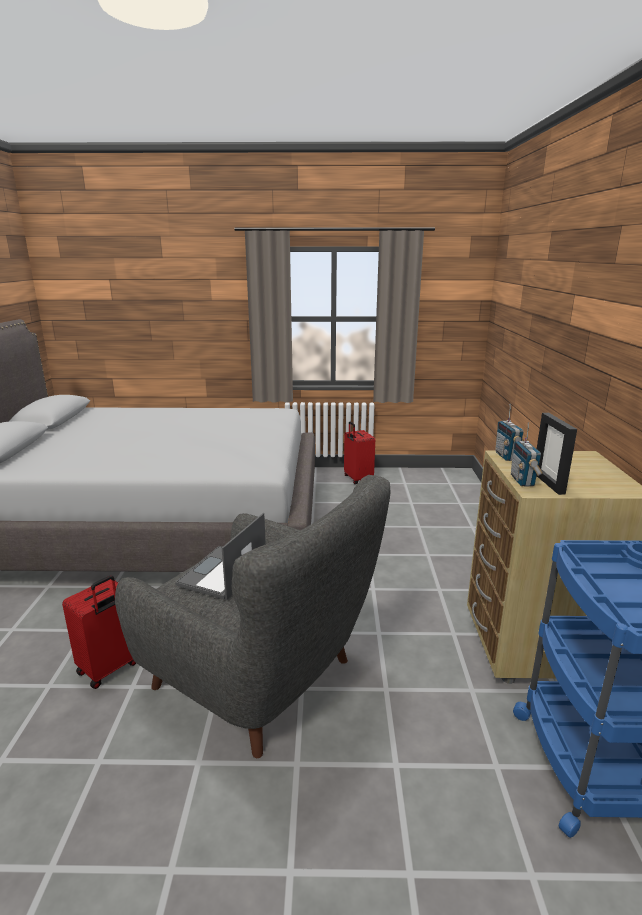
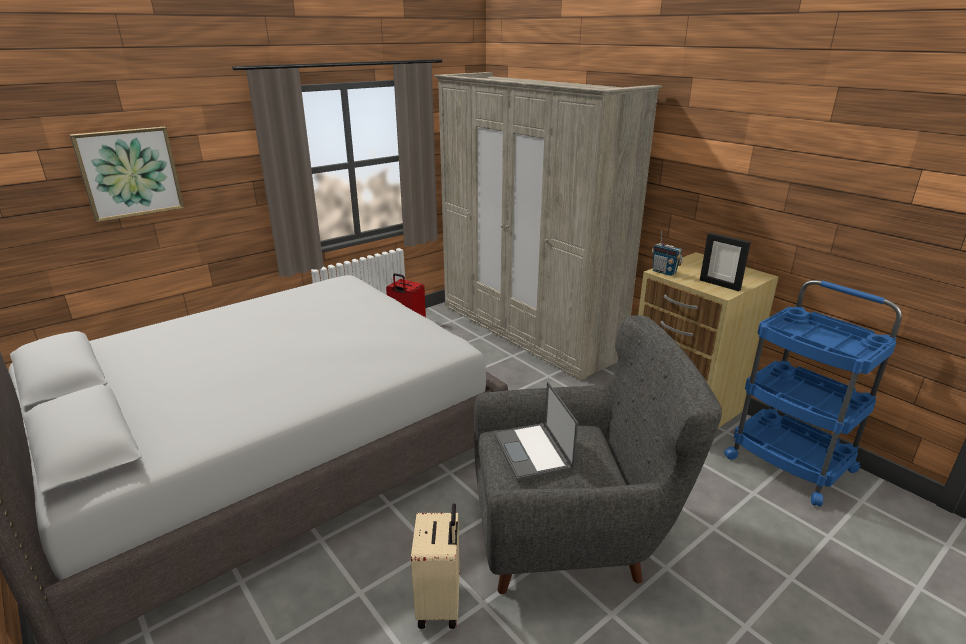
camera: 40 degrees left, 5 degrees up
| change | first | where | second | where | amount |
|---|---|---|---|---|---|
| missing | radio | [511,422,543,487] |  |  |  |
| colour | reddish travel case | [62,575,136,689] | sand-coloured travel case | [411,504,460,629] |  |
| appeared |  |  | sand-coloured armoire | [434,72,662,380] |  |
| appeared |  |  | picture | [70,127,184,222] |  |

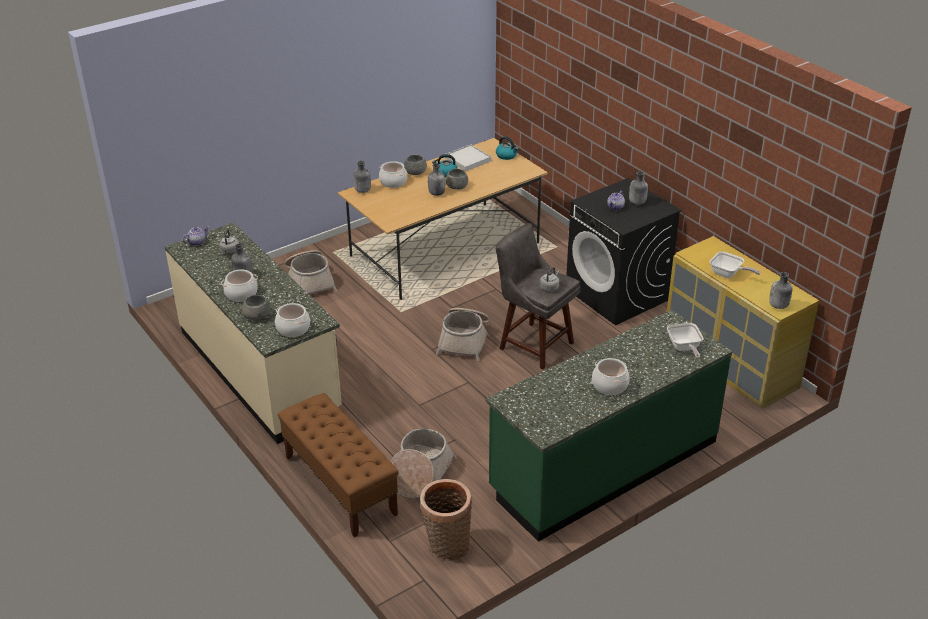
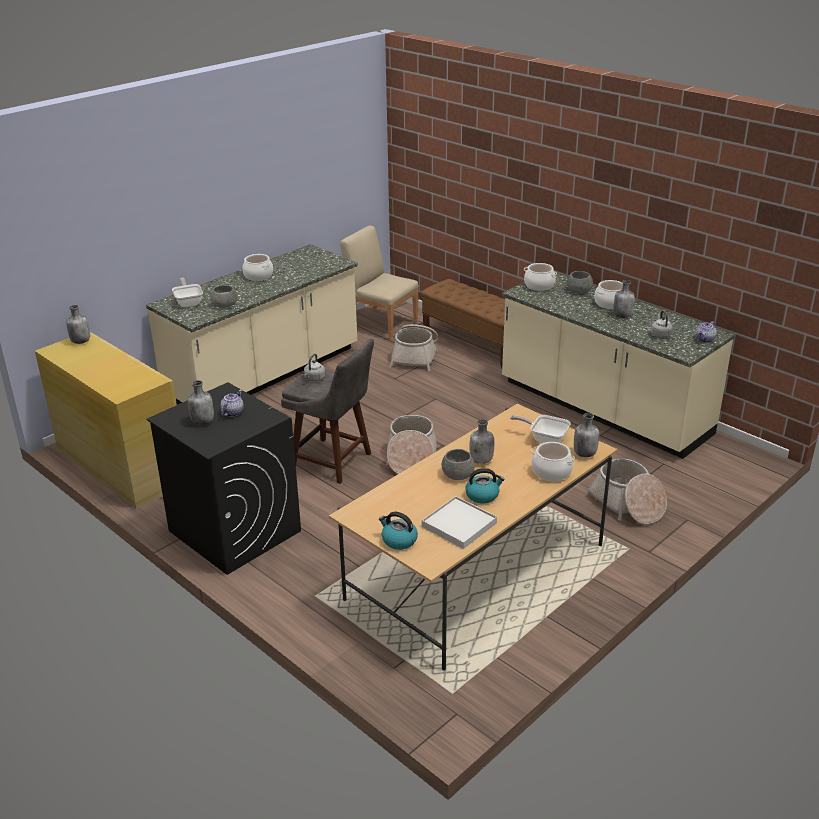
camera: 170 degrees right, 5 degrees down
| change | first | where | second | where | amount |
|---|---|---|---|---|---|
| relocated | greyish bowl | [404,154,427,175] |  | [211,285,237,308] |  |
| relocated | pan | [710,251,760,278] |  | [510,415,571,443] |  |
| colour | green kitchen counter | [486,310,732,542] | sand-coloured kitchen counter | [146,244,358,405] |  |
| exchanged | storage basket | [420,479,472,560] | sand-coloured upright chair | [340,225,419,340] |  |

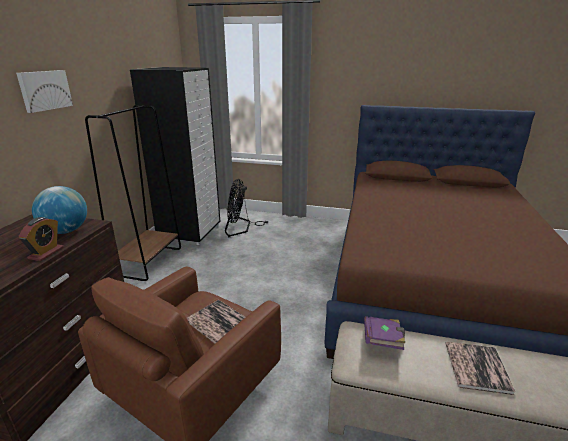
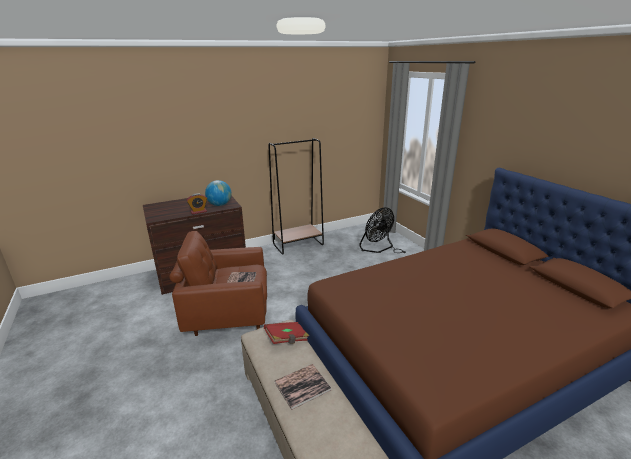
camera: 50 degrees right, 0 degrees up
| change | first | where | second | where | amount |
|---|---|---|---|---|---|
| missing | armoire | [130,67,220,246] |  |  |  |
| missing | picture | [16,70,73,113] |  |  |  |
| colour | purple bound book | [364,316,405,350] | reddish bound book | [264,322,309,344] |  |

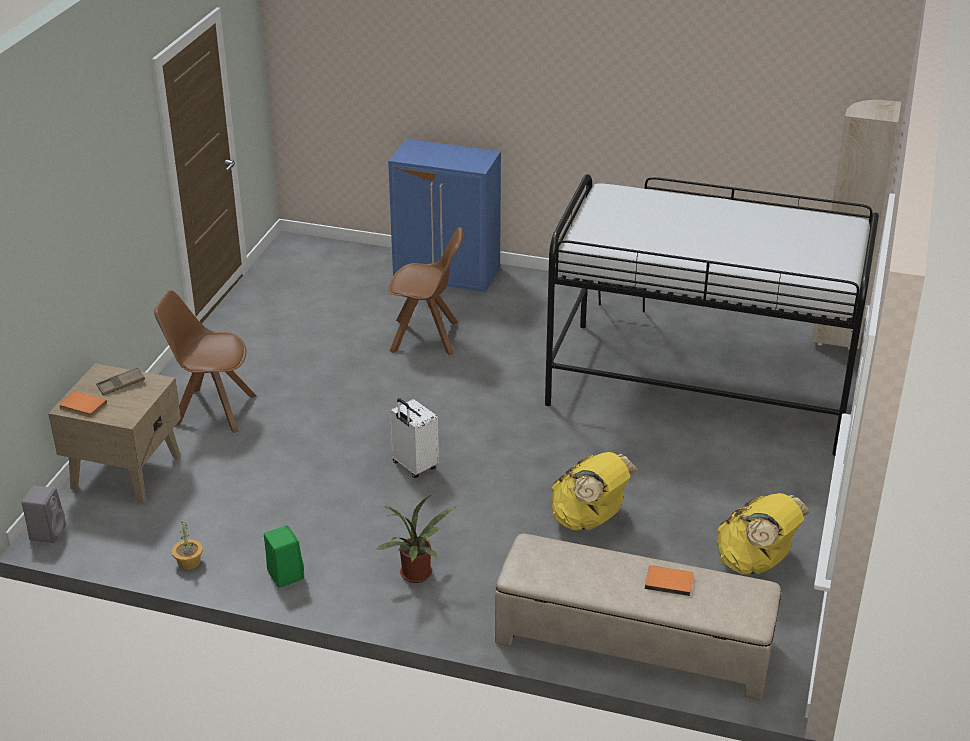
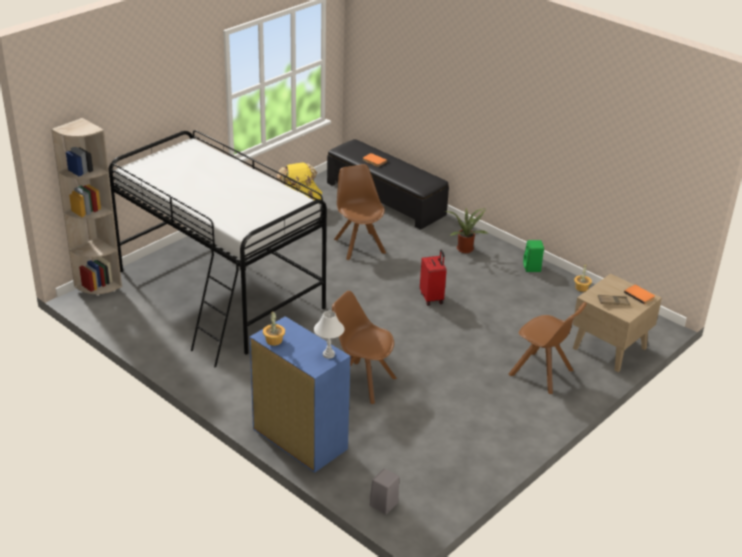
camera: 155 degrees left, 0 degrees up
| change | first | where | second | where | amount |
|---|---|---|---|---|---|
| colour | whitish travel case | [390,398,439,478] | reddish travel case | [420,250,447,306] |  |
| exchanged | yellow knapsack | [551,452,638,531] | brownish upright chair | [334,164,386,260] |  |
| relocated | greyish audio speaker | [22,486,66,543] |  | [370,468,400,514] |  |
| colour | sand-coloured bench | [495,533,781,700] | blackish bench | [327,139,449,230] |  |
| appeared |  |  | potted plant | [263,311,285,346] |  |
| appeared |  |  | whitish tabletop lamp | [314,311,345,359] |  |

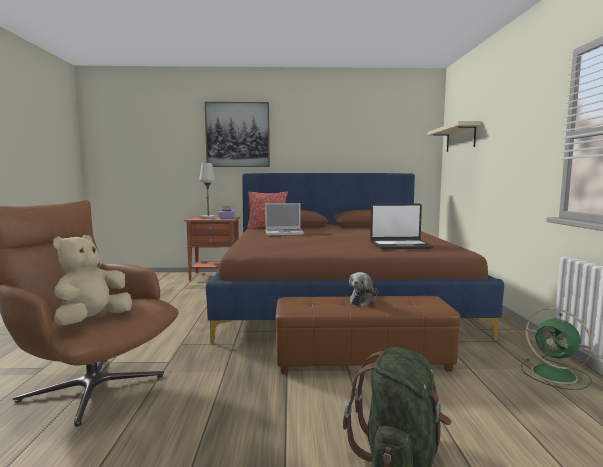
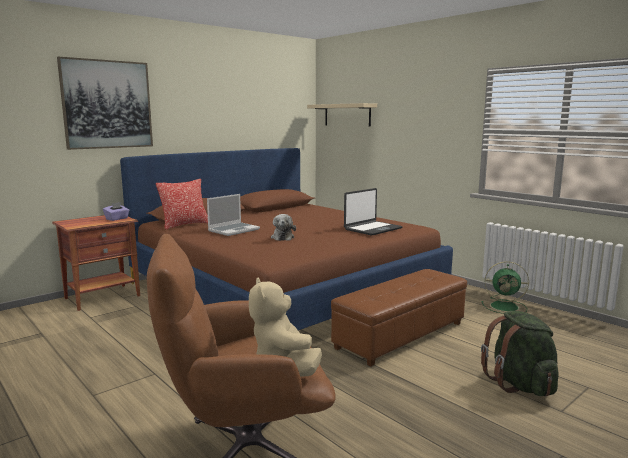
camera: 40 degrees left, 5 degrees up
| change | first | where | second | where | amount |
|---|---|---|---|---|---|
| missing | whitish tabletop lamp | [199,163,218,219] |  |  |  |
| relocated | plush toy | [349,272,378,307] |  | [271,214,296,241] |  |

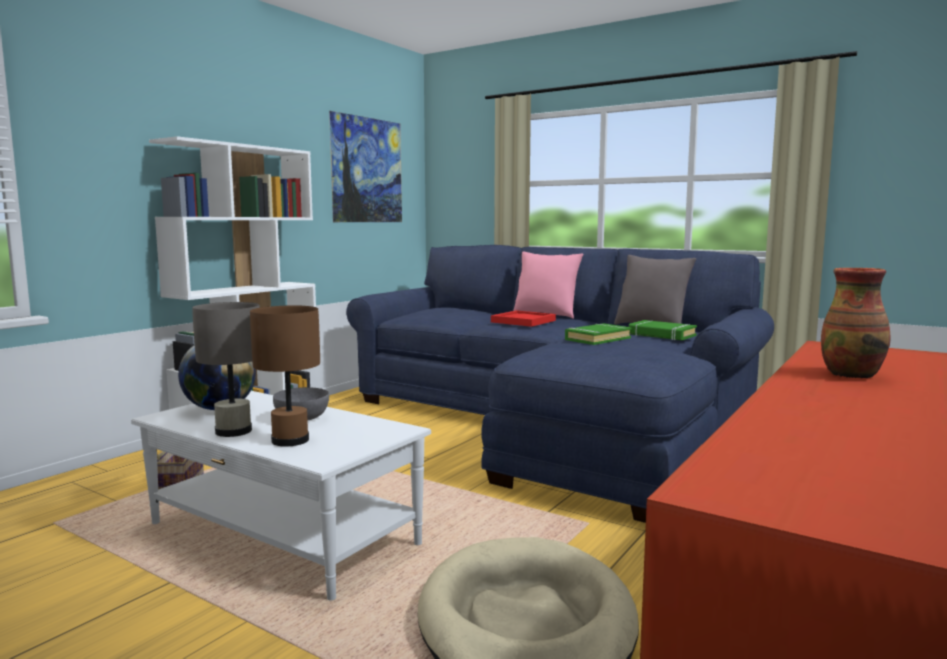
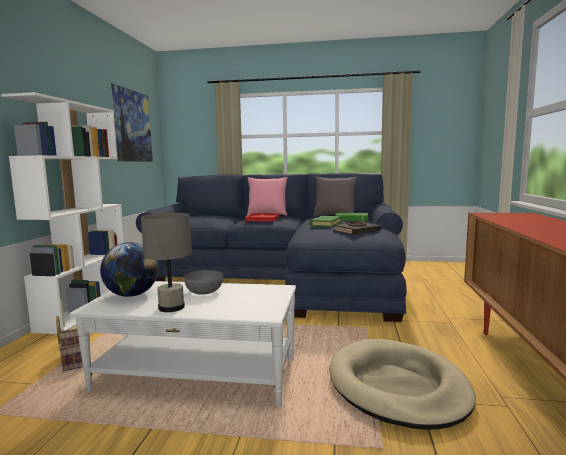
camera: 25 degrees left, 0 degrees up
| change | first | where | second | where | amount |
|---|---|---|---|---|---|
| missing | vase | [821,268,891,379] |  |  |  |
| missing | brownish tabletop lamp | [250,305,320,447] |  |  |  |
| appeared |  |  | blackish bound book | [334,222,382,235] |  |

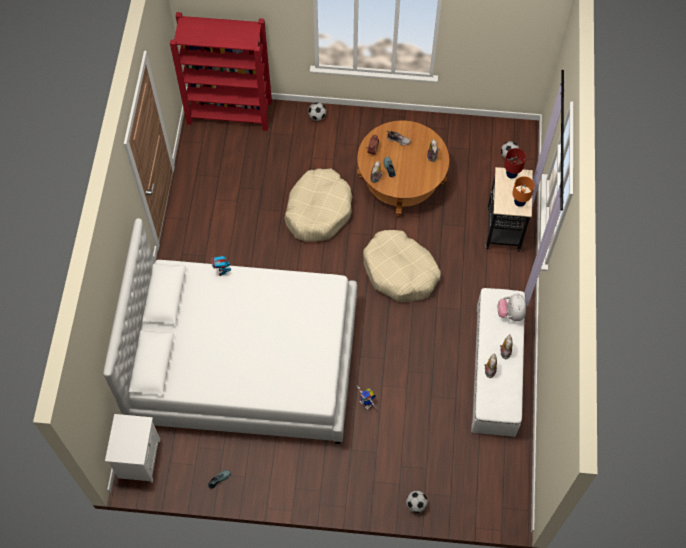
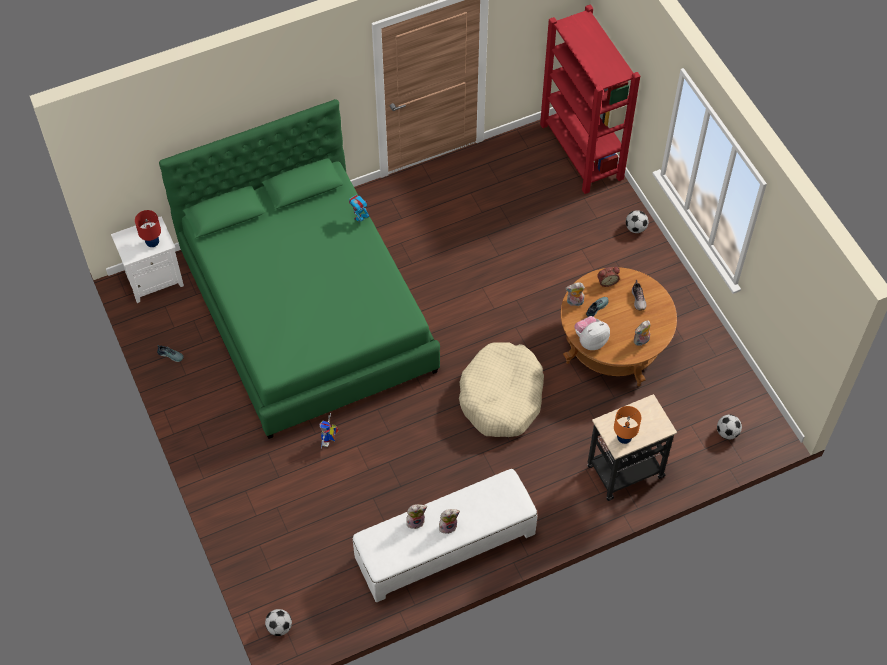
camera: 60 degrees right, 5 degrees down
| change | first | where | second | where | amount |
|---|---|---|---|---|---|
| relocated | reddish tabletop lamp | [504,148,526,179] |  | [135,210,161,247] |  |
| missing | sand-coloured dog bed | [284,168,353,242] |  |  |  |
| colour | whitish bed | [103,218,357,444] | green bed | [159,99,440,439] |  |
| relocated | plush toy | [498,294,526,321] |  | [574,316,610,350] |  |
| relocated | football ball | [406,491,428,513] |  | [265,609,292,636] |  |

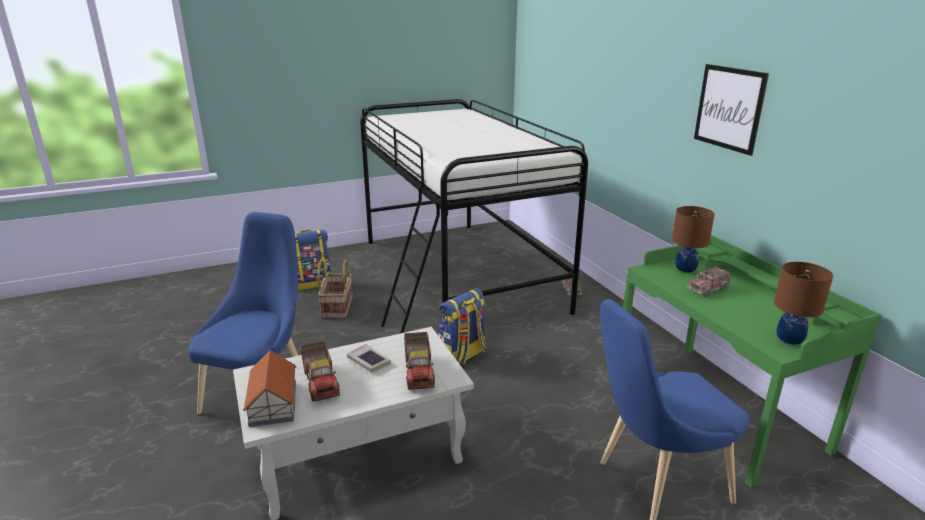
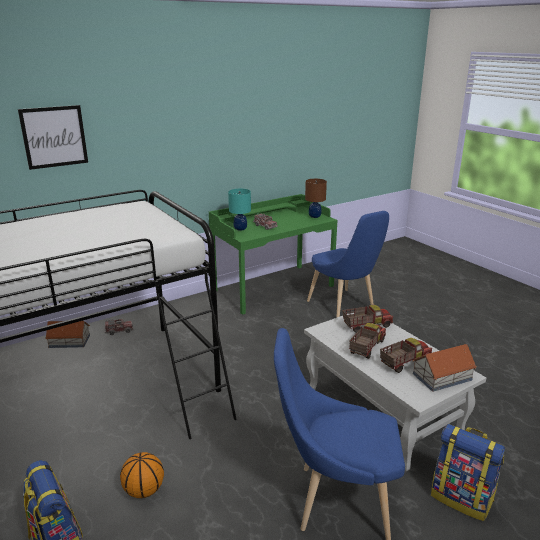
camera: 100 degrees left, 0 degrees up
| change | first | where | second | where | amount |
|---|---|---|---|---|---|
| relocated | picture | [694,64,769,156] |  | [18,105,88,170] |  |
| colour | brownish tabletop lamp | [672,206,715,273] | turquoise tabletop lamp | [228,189,251,231] |  |
| exchanged | storage basket | [318,259,353,319] | basketball | [120,452,164,498] |  |
| relocated | knapsack | [438,288,486,364] |  | [431,424,505,521] |  |
| exchanged | bound book | [347,344,391,373] | model truck | [349,323,386,359] |  |
| appeared |  |  | model house | [45,321,90,348] |  |

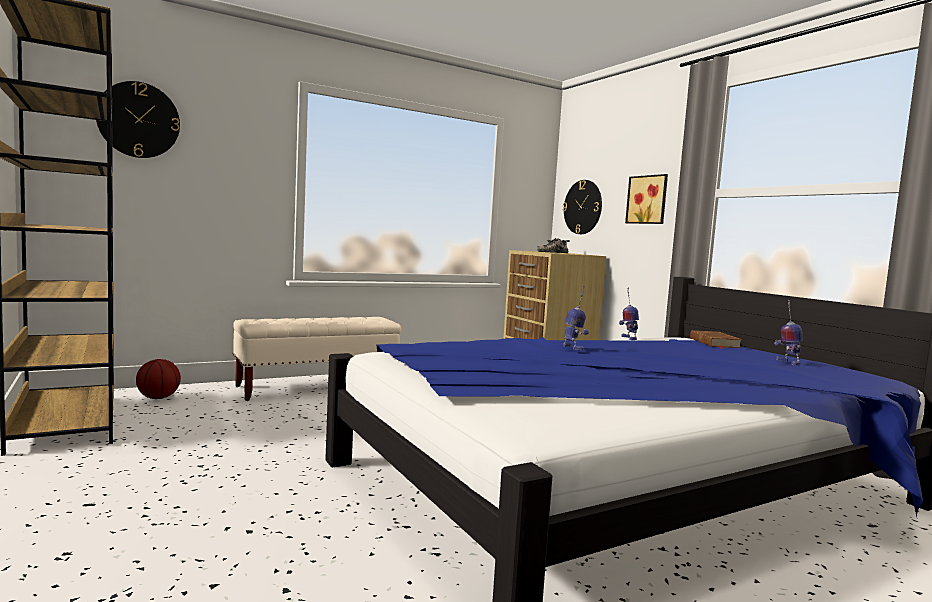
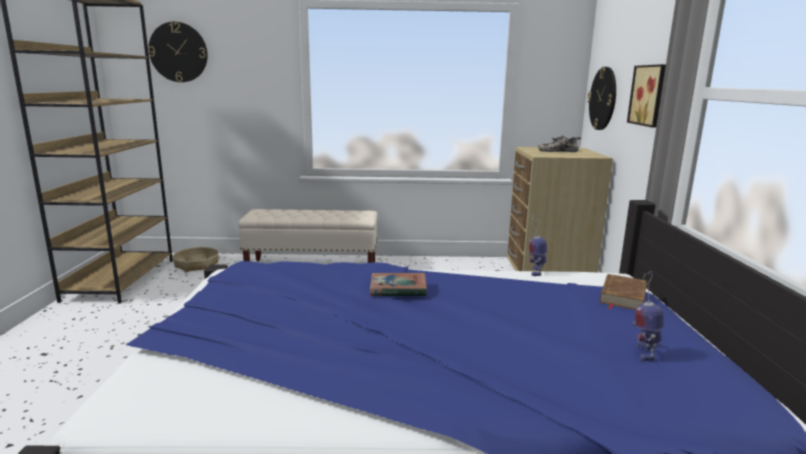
camera: 30 degrees right, 10 degrees up
| change | first | where | second | where | amount |
|---|---|---|---|---|---|
| exchanged | toy robot | [563,286,589,351] | bound book | [370,273,427,296] |  |
| exchanged | basketball | [136,359,181,399] | storage basket | [172,247,219,272] |  |

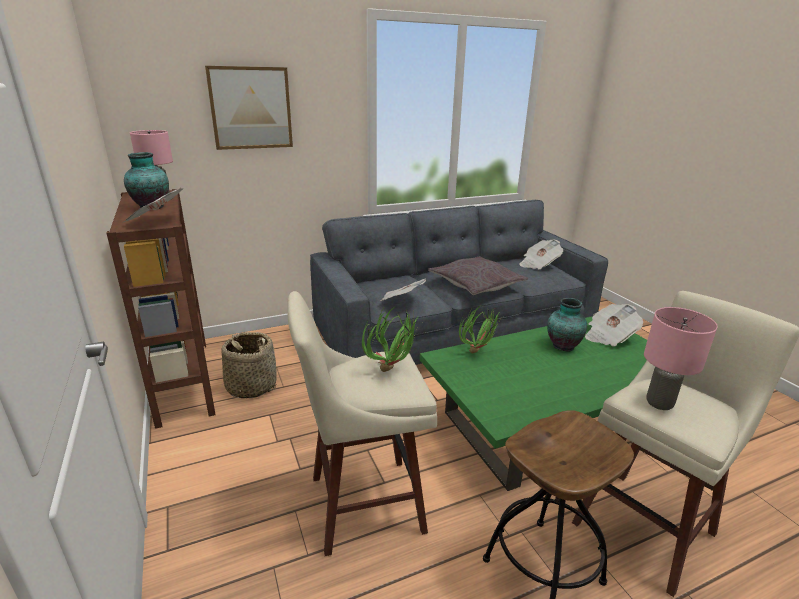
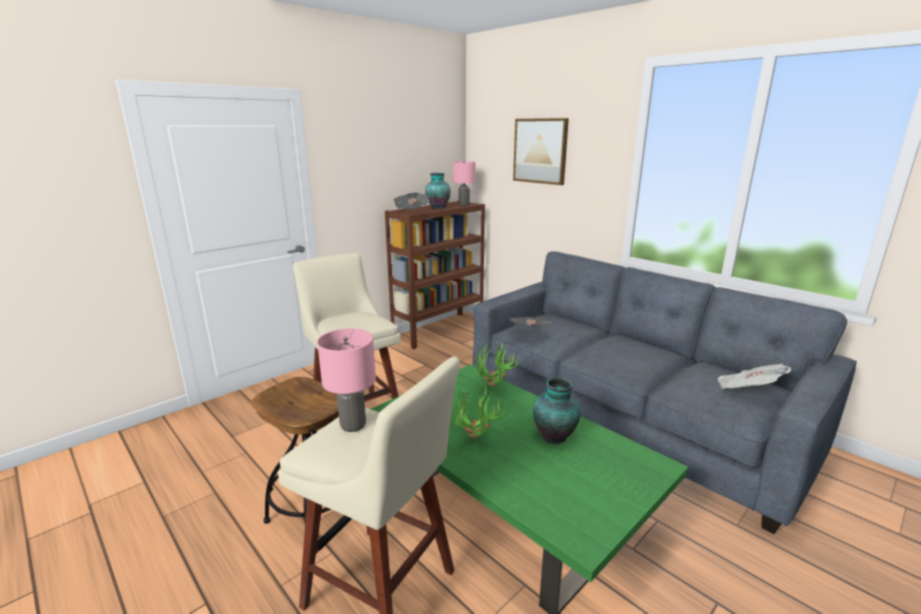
camera: 70 degrees right, 5 degrees down
| change | first | where | second | where | amount |
|---|---|---|---|---|---|
| missing | greyish cushion | [428,256,528,295] |  |  |  |
| missing | printed paper | [585,304,643,346] |  |  |  |
| relocated | potted plant | [362,305,422,372] |  | [452,383,507,439] |  |
| missing | storage basket | [221,332,276,398] |  |  |  |

